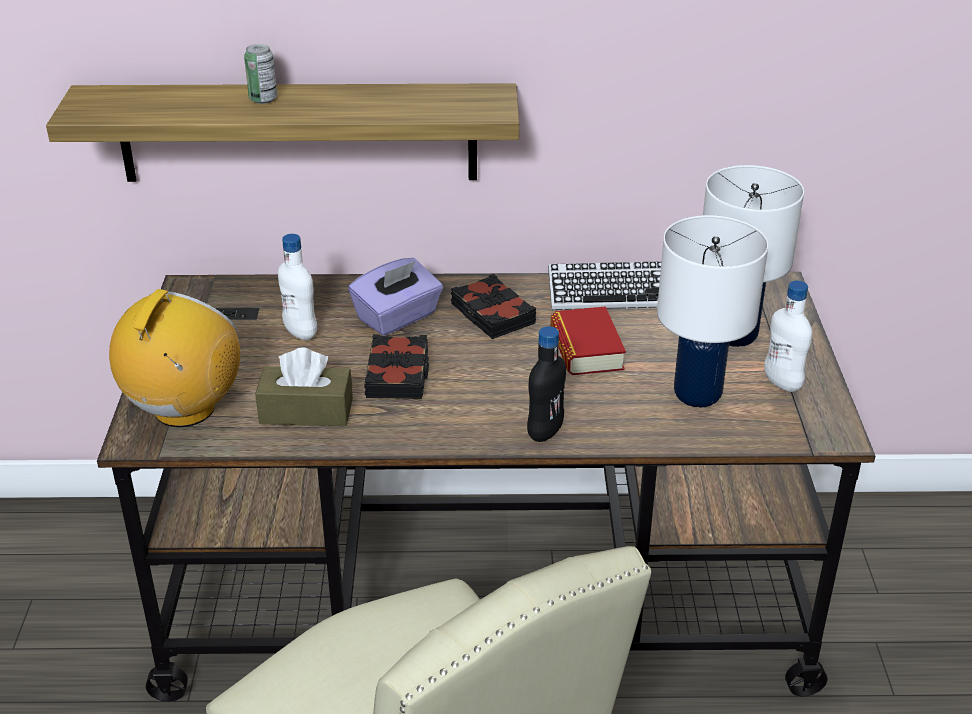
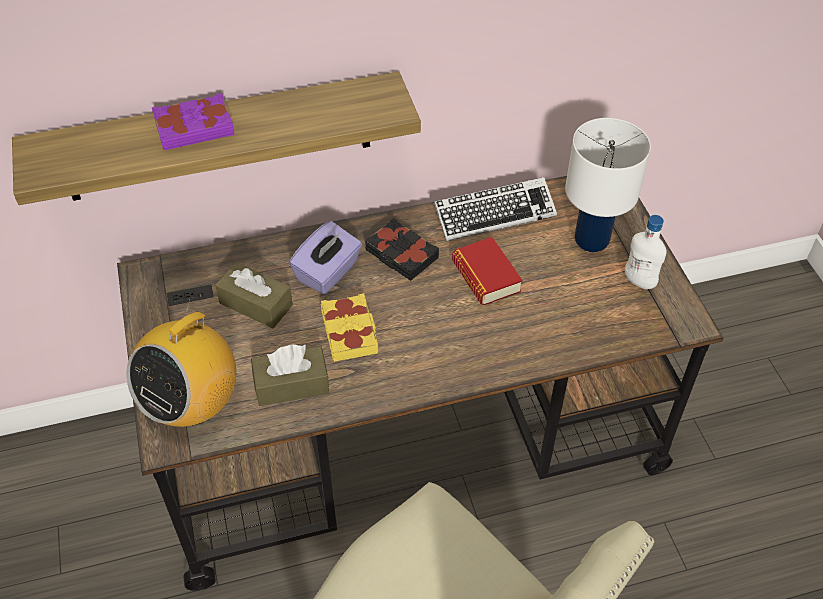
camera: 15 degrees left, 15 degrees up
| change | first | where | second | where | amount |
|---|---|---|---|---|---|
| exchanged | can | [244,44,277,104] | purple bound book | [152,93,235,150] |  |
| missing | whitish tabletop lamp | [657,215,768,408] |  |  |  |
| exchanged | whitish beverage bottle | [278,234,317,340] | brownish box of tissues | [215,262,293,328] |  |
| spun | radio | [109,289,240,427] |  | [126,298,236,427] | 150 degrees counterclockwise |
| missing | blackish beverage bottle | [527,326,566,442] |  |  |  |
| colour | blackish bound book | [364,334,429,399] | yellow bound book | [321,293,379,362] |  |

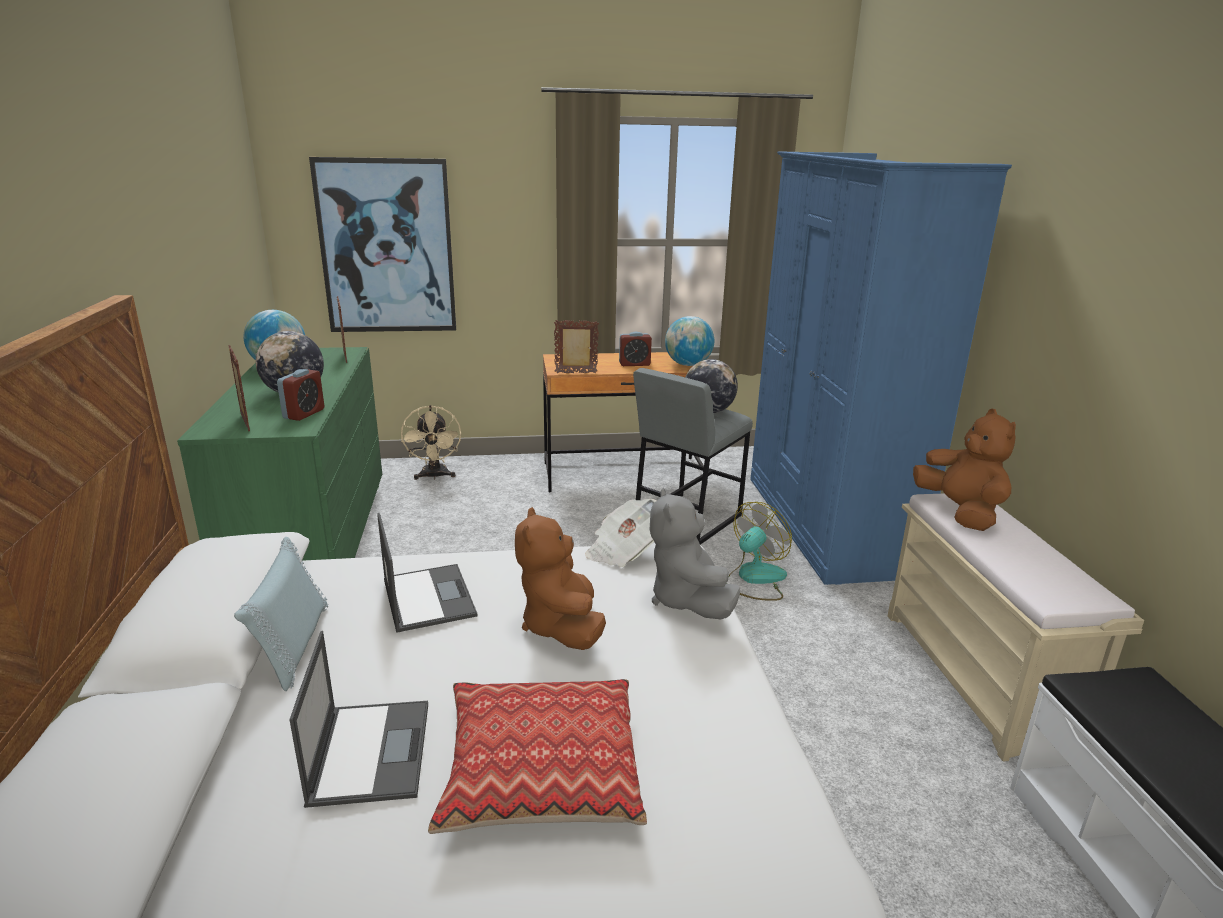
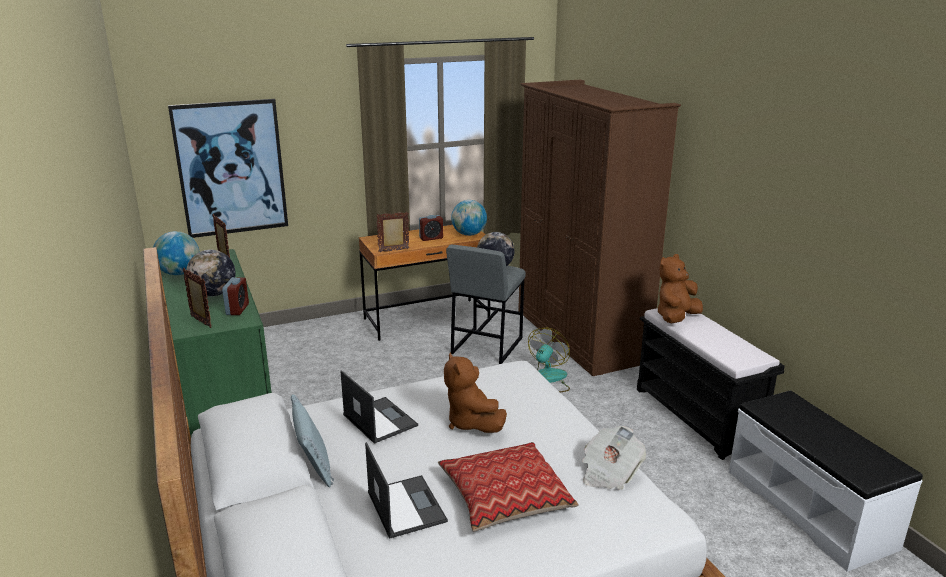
camera: 15 degrees left, 0 degrees up
| change | first | where | second | where | amount |
|---|---|---|---|---|---|
| colour | blue-coloured armoire | [750,152,1012,585] | brownish armoire | [518,80,681,376] |  |
| missing | sand-coloured fan | [401,405,461,480] |  |  |  |
| spun | brownish plush toy | [913,409,1016,531] |  | [657,254,703,323] | 105 degrees counterclockwise |
| missing | greyish plush toy | [650,487,740,619] |  |  |  |
| colour | sand-coloured bench | [888,494,1144,762] | blackish bench | [637,308,785,460] |  |
| relocated | printed paper | [585,499,656,567] |  | [582,426,646,490] |  |

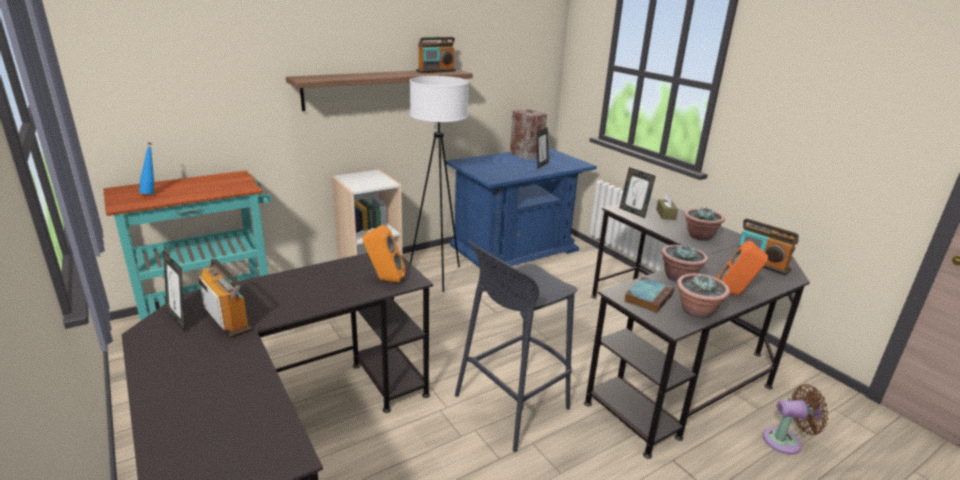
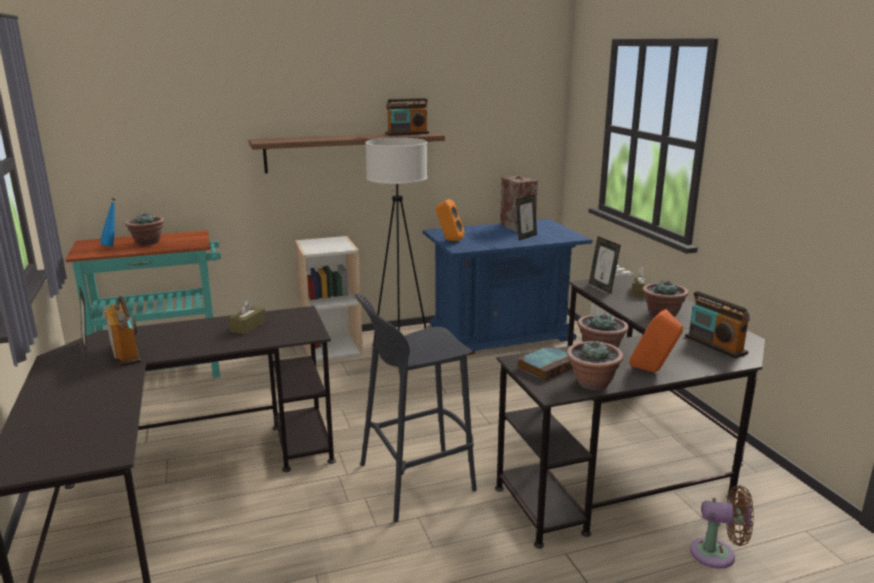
camera: 15 degrees right, 5 degrees down
| change | first | where | second | where | amount |
|---|---|---|---|---|---|
| relocated | orangey audio speaker | [363,224,405,283] |  | [436,199,465,241] |  |
| appeared |  |  | potted plant | [124,212,165,246] |  |
| appeared |  |  | brownish box of tissues | [229,299,266,335] |  |

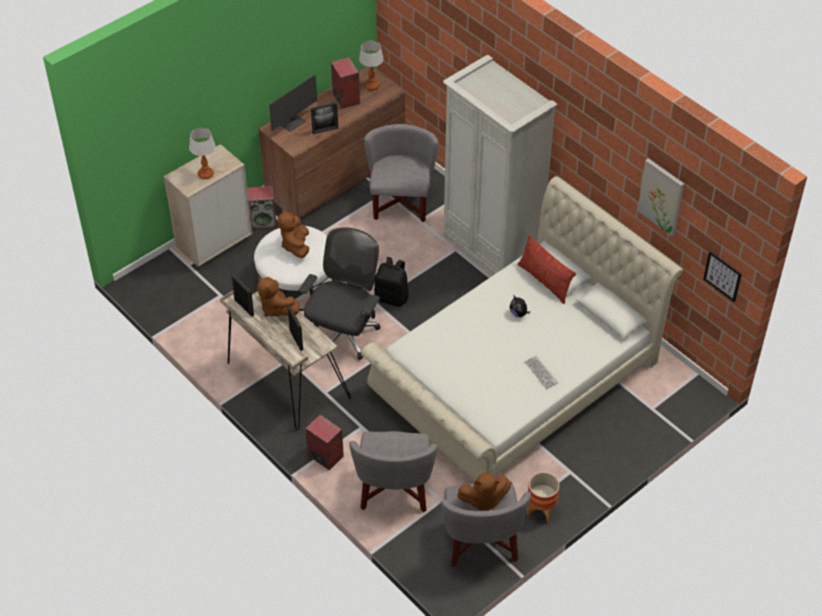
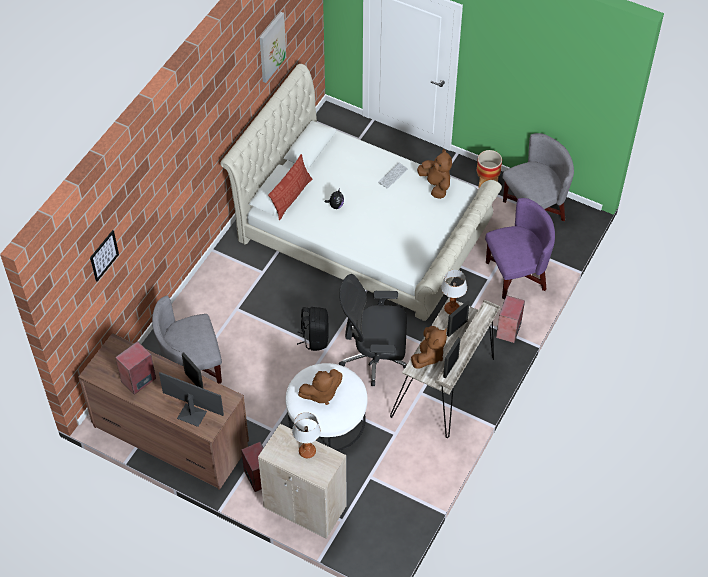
camera: 110 degrees left, 5 degrees up
| change | first | where | second | where | amount |
|---|---|---|---|---|---|
| relocated | tabletop lamp | [359,41,384,90] |  | [441,270,467,315] |  |
| missing | whitish armoire | [443,54,558,276] |  |  |  |
| relocated | picture | [703,251,742,302] |  | [90,230,119,282] |  |
| colour | greyish easy chair | [349,431,438,513] | purple easy chair | [485,198,555,299] |  |
| relocated | brownish plush toy | [457,473,511,511] |  | [417,149,452,199] |  |

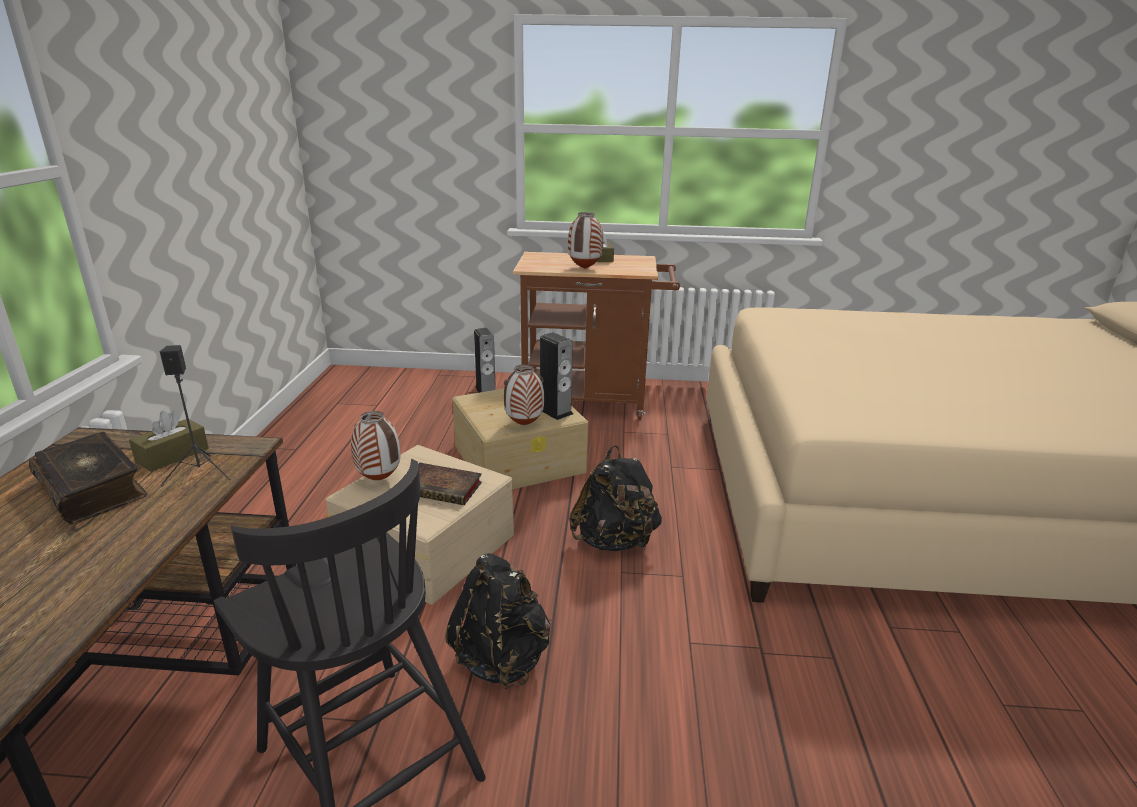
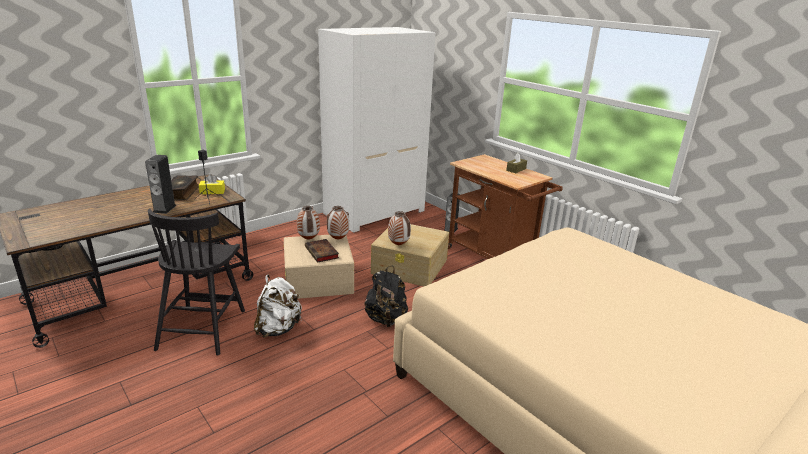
camera: 45 degrees right, 0 degrees up
| change | first | where | second | where | amount |
|---|---|---|---|---|---|
| relocated | vase | [568,212,603,269] |  | [327,206,349,240] |  |
| relocated | audio speaker | [540,332,573,420] |  | [145,155,177,214] |  |
| colour | brownish box of tissues | [129,411,209,472] | yellow box of tissues | [199,174,225,194] |  |
| colour | blackish knapsack | [445,553,550,689] | whitish knapsack | [254,275,302,338] |  |
| appeared |  |  | whitish armoire | [318,27,436,233] |  |

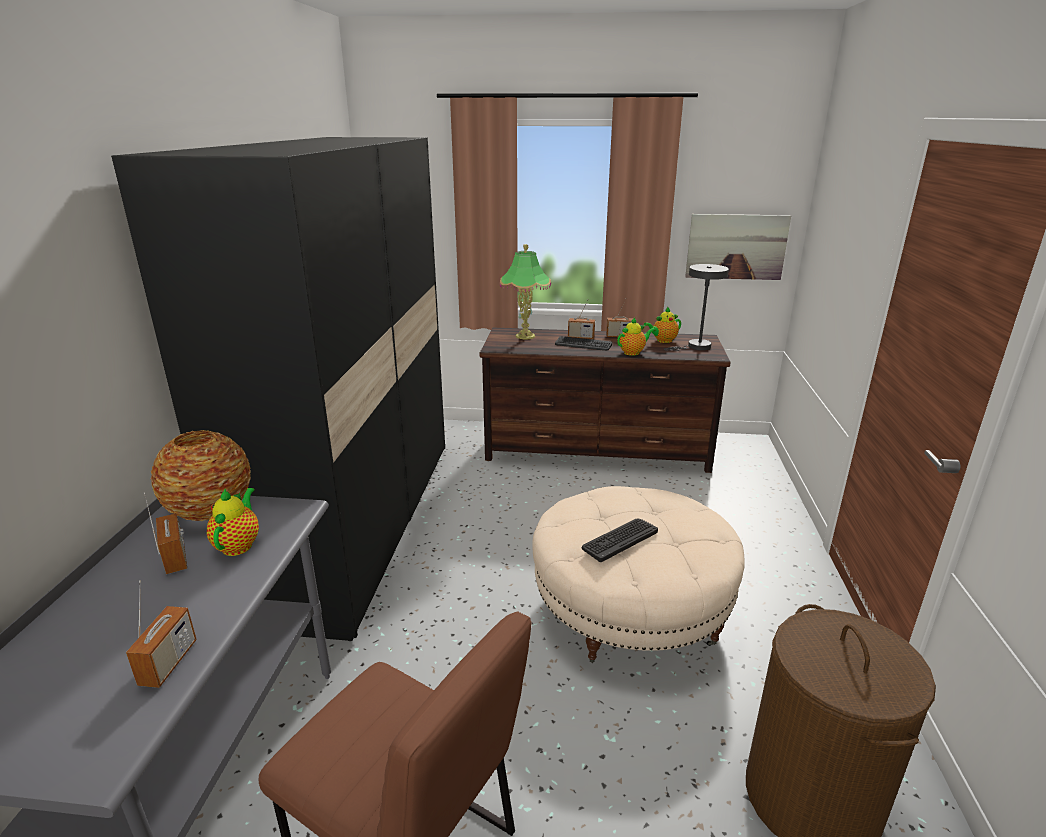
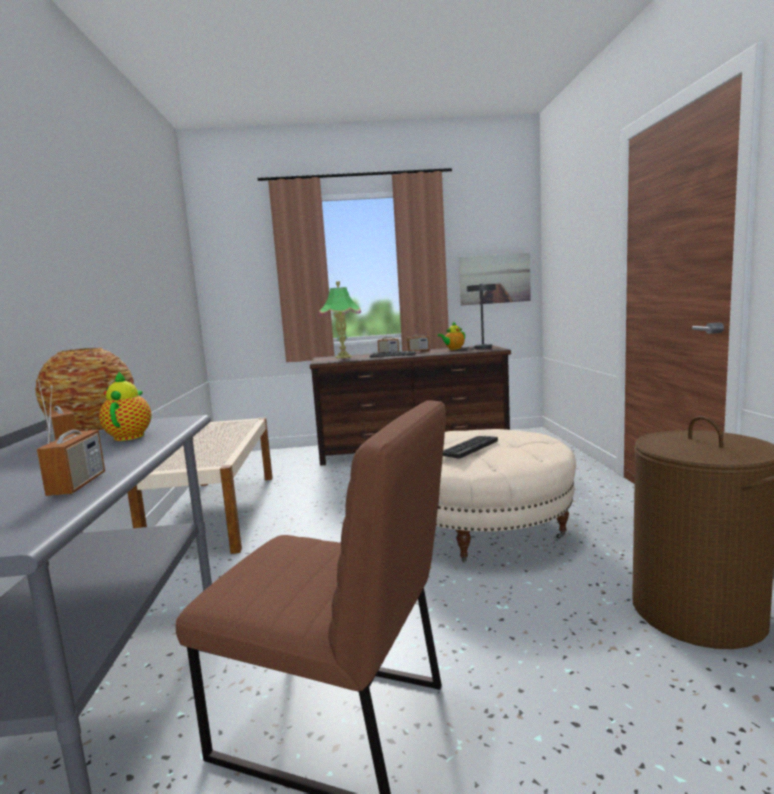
camera: 10 degrees left, 15 degrees down
| change | first | where | second | where | amount |
|---|---|---|---|---|---|
| exchanged | blackish armoire | [111,137,445,641] | sand-coloured bench | [128,417,273,554] |  |
| missing | teapot | [617,318,656,356] |  |  |  |

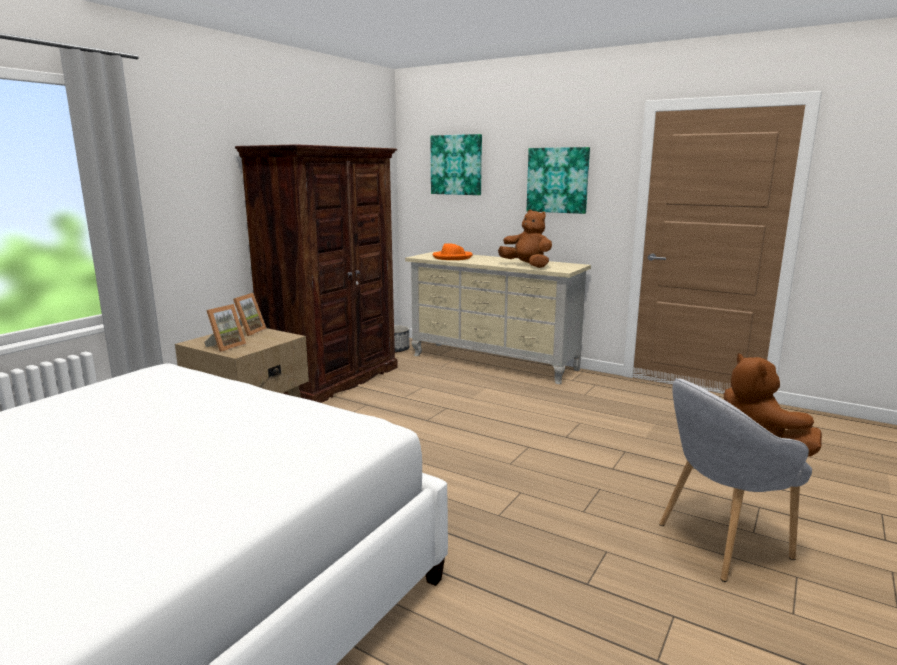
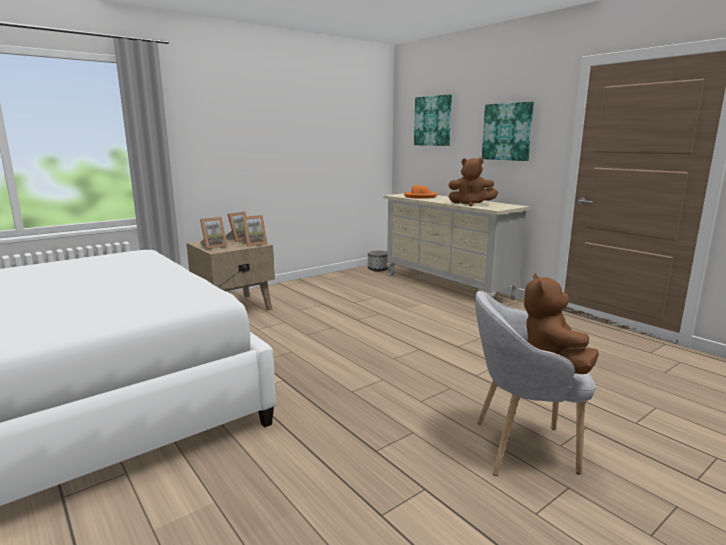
camera: 20 degrees right, 0 degrees up
| change | first | where | second | where | amount |
|---|---|---|---|---|---|
| missing | brownish armoire | [235,144,398,403] |  |  |  |
| spun | brownish plush toy | [498,209,552,268] |  | [449,158,498,206] | 135 degrees clockwise |
| appeared |  |  | standing frame | [242,215,268,247] |  |

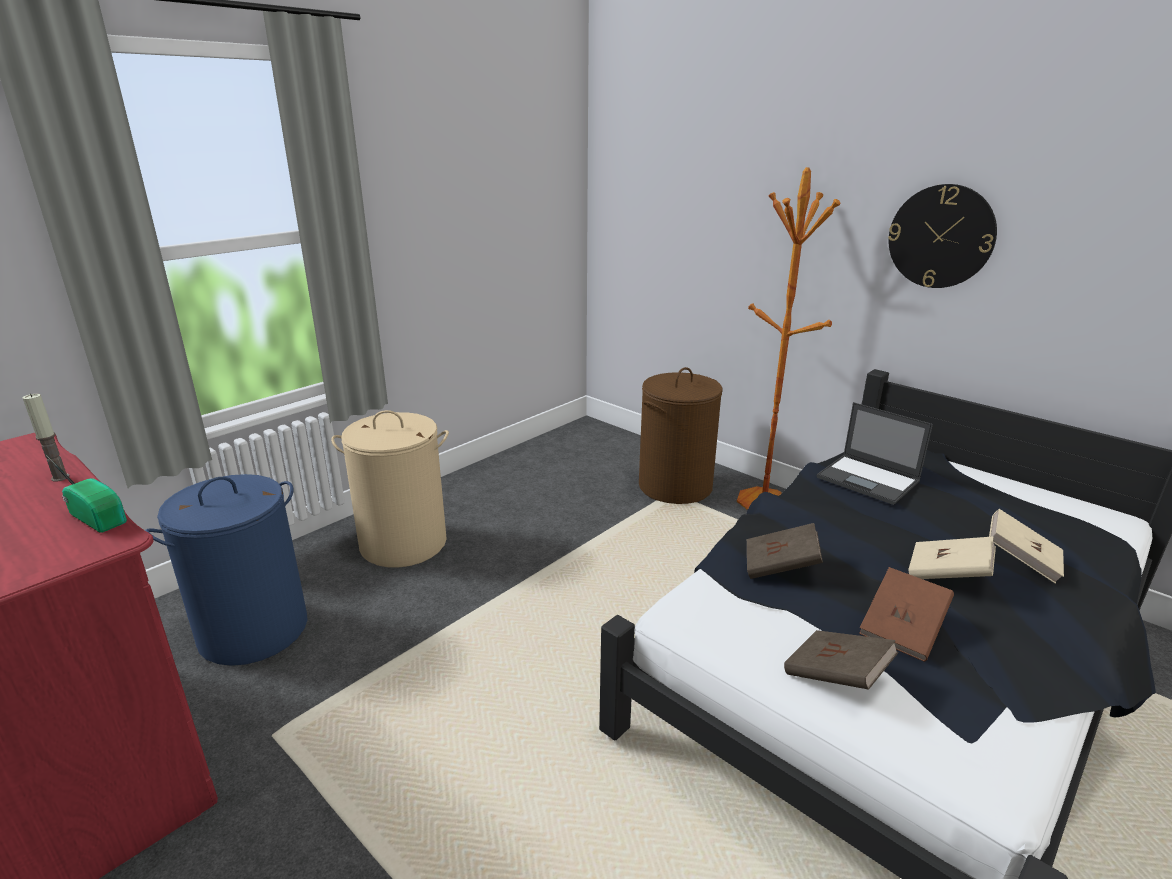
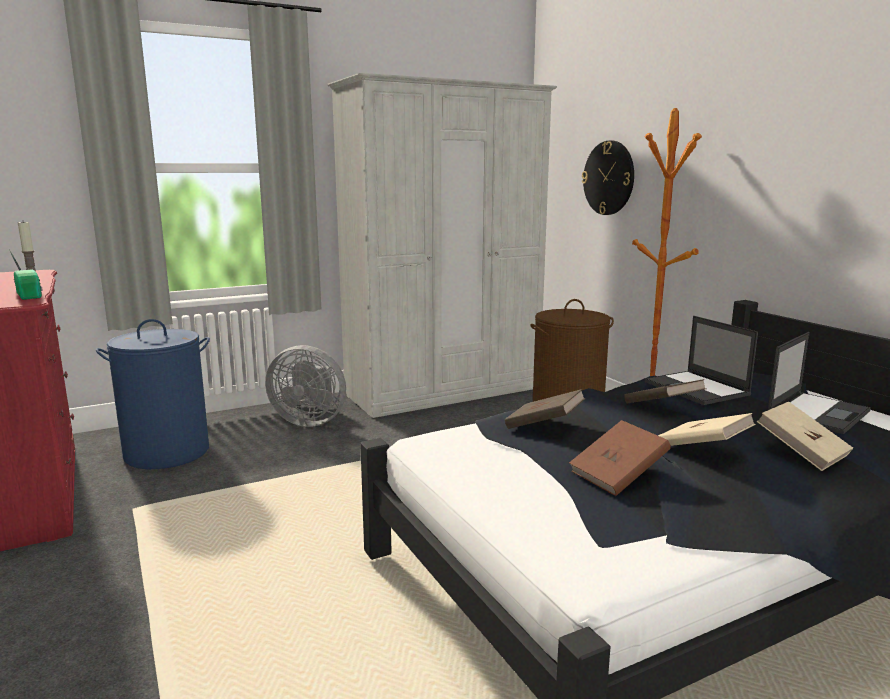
camera: 20 degrees right, 10 degrees down
| change | first | where | second | where | amount |
|---|---|---|---|---|---|
| relocated | hanging clock | [888,184,997,288] |  | [582,140,634,215] |  |
| exchanged | sand-coloured laundry basket | [331,410,449,568] | greyish fan | [265,345,346,427] |  |
| relocated | brownish bound book | [784,630,898,690] |  | [624,379,707,404] |  |
| appeared |  |  | whitish armoire | [327,73,557,418] |  |
| appeared |  |  | notebook computer | [768,332,871,434] |  |

